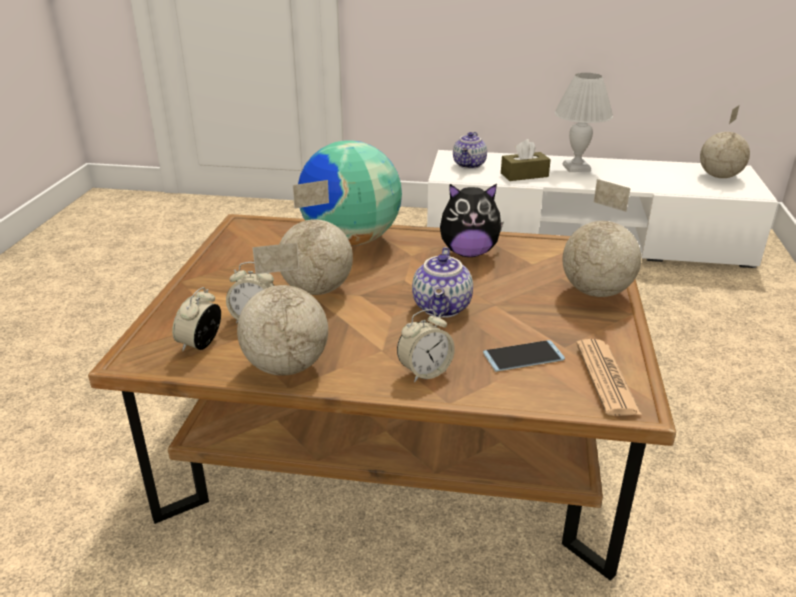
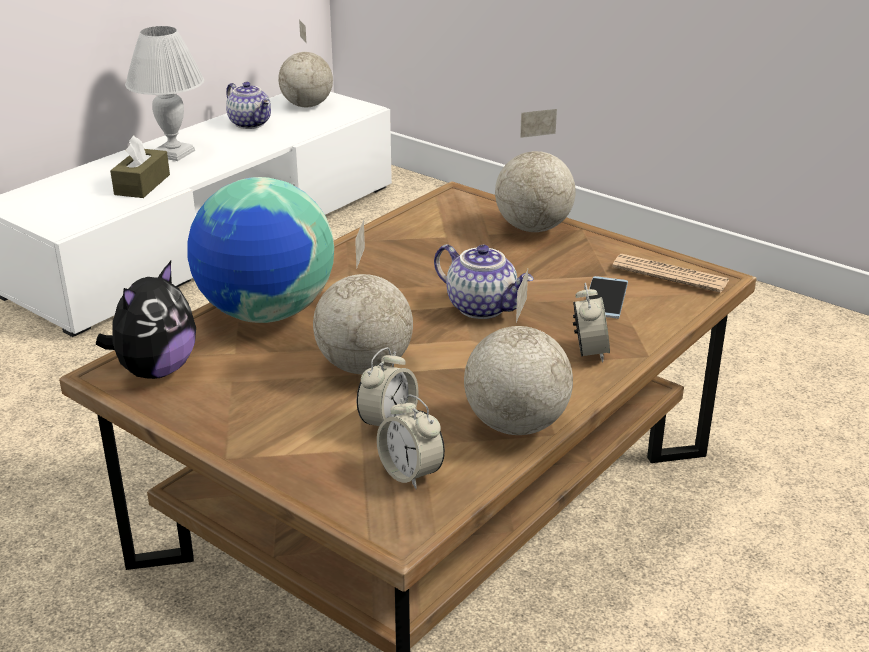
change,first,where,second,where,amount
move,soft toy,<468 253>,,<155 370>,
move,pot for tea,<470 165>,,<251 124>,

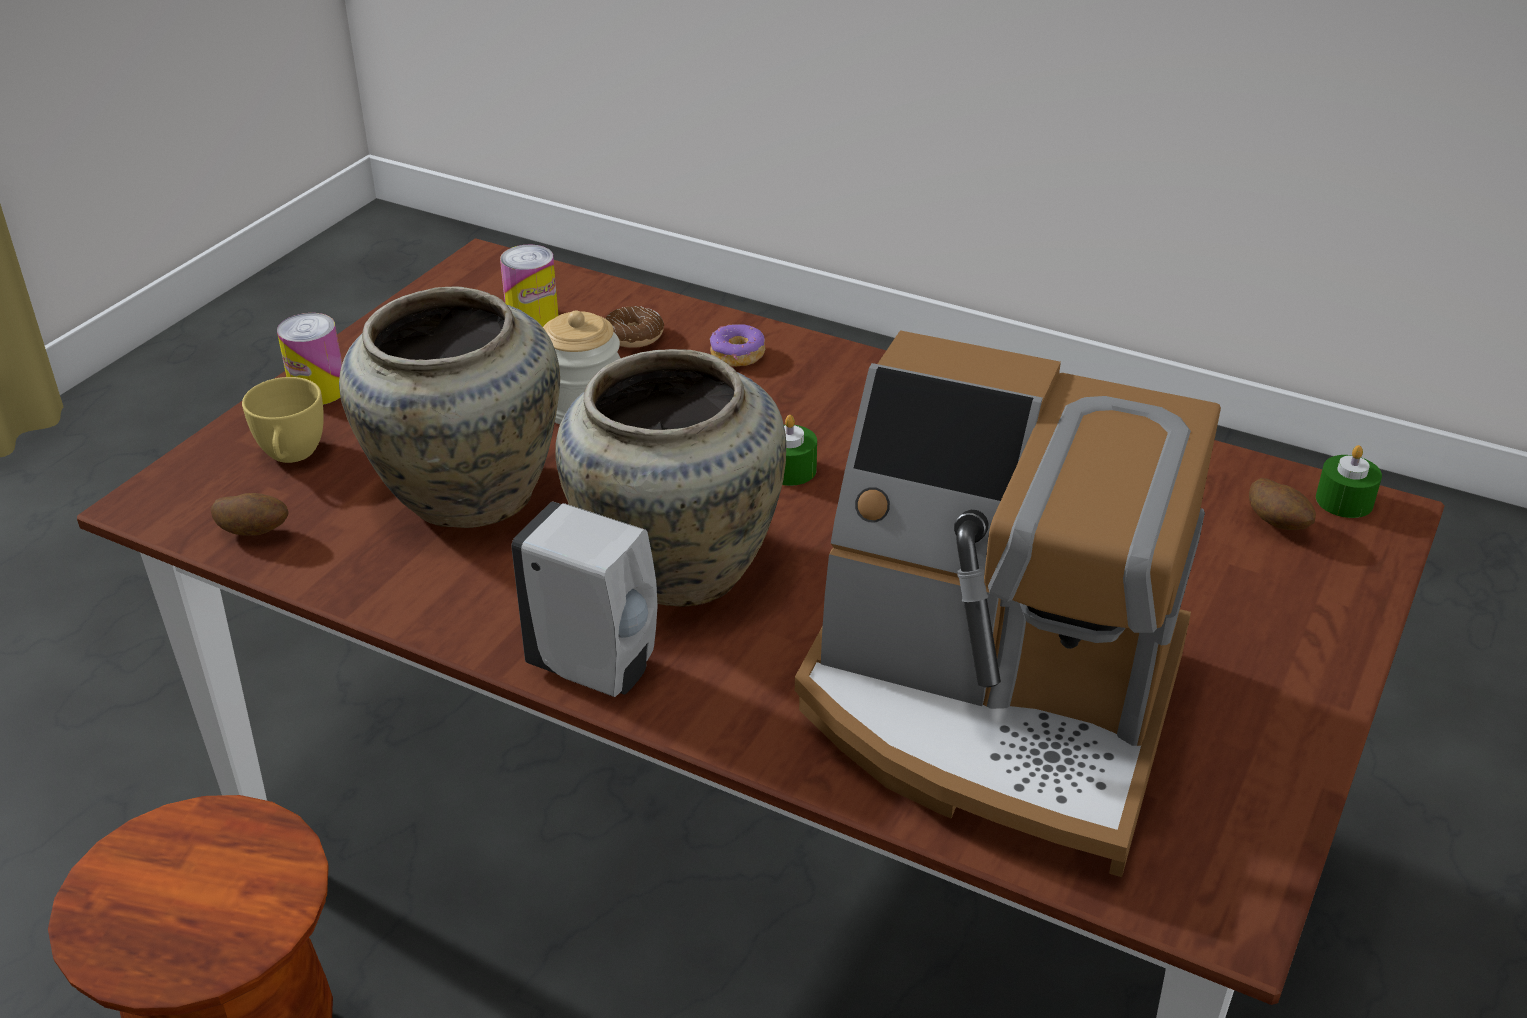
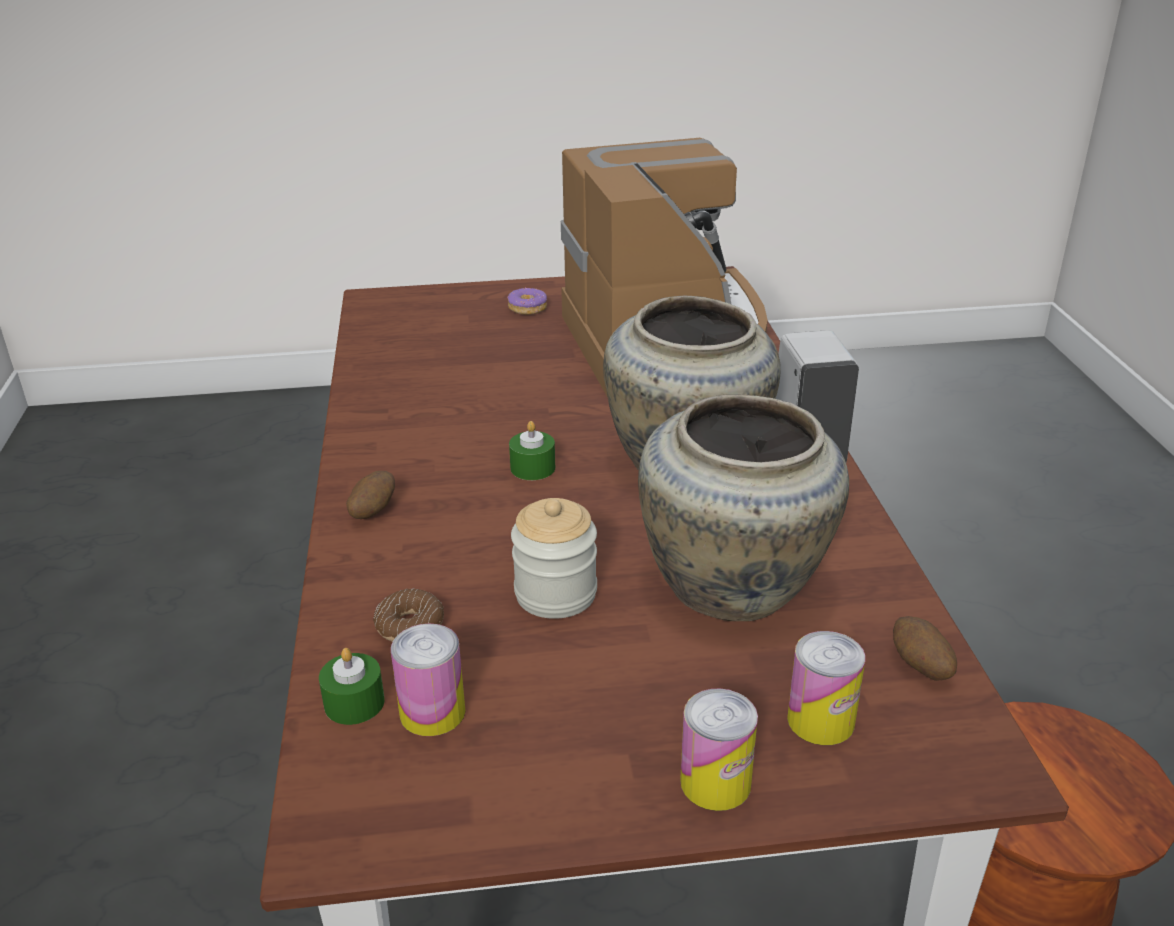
change,first,where,second,where,amount
move,ring doughnut,<737 355>,,<528 308>,
move,whole potato,<1277 525>,,<372 511>,
move,green candle,<1344 501>,,<354 703>,
replace,yellow drinking cup,<291 456>,can,<820 720>,

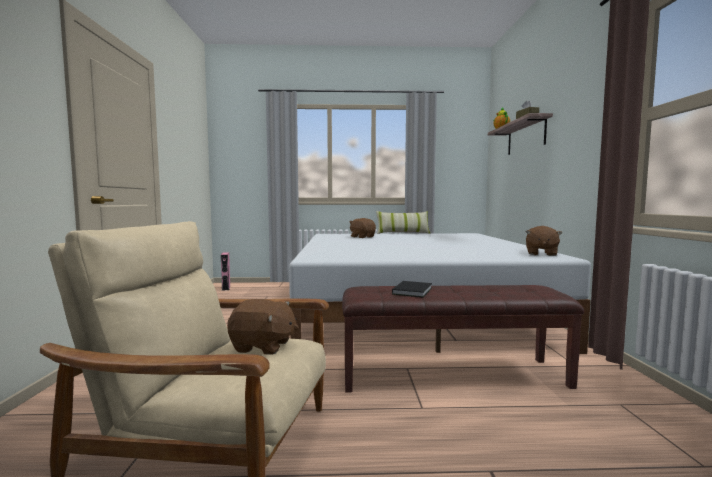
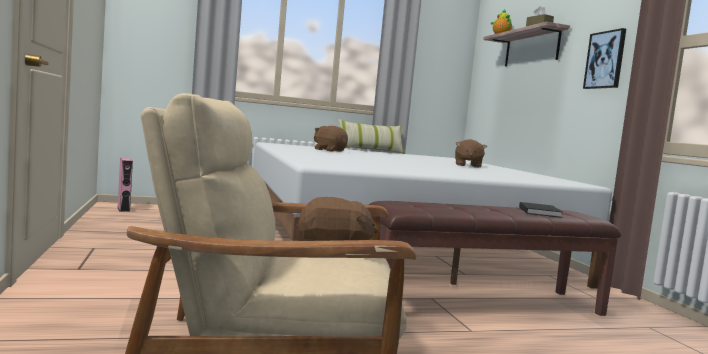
change,first,where,second,where,amount
insert,,,wall art,<605 60>,
move,blackish book,<413 291>,,<540 212>,
move,brownish soft toy,<541 254>,,<467 166>,

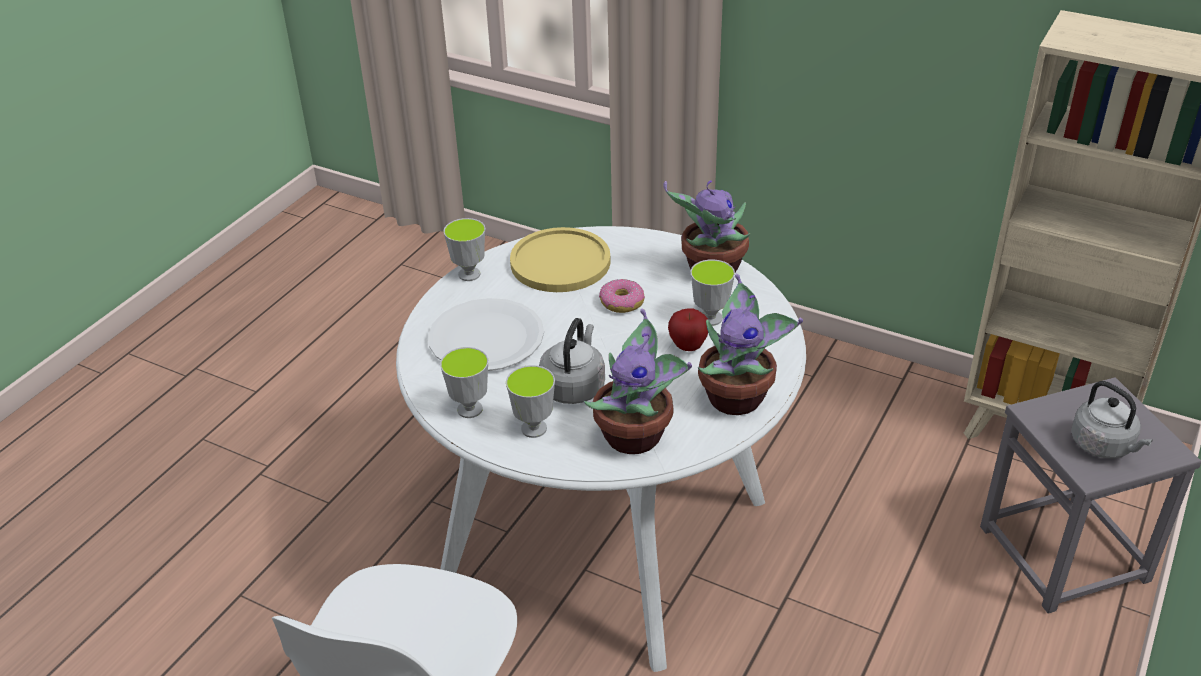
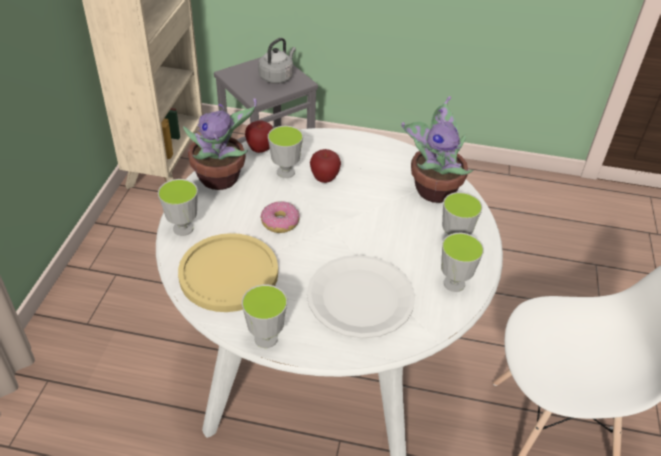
change,first,where,second,where,amount
delete,grey kettle,<574 386>,,,
delete,potted plant,<738 398>,,,
insert,,,drinking cup,<183 228>,
insert,,,whole apple,<260 149>,

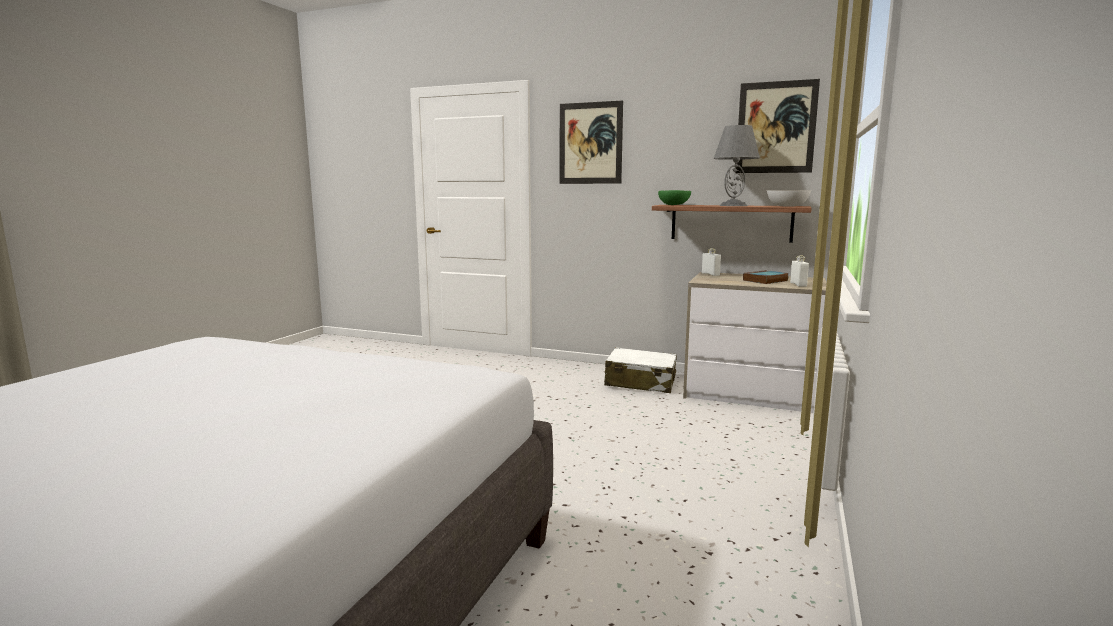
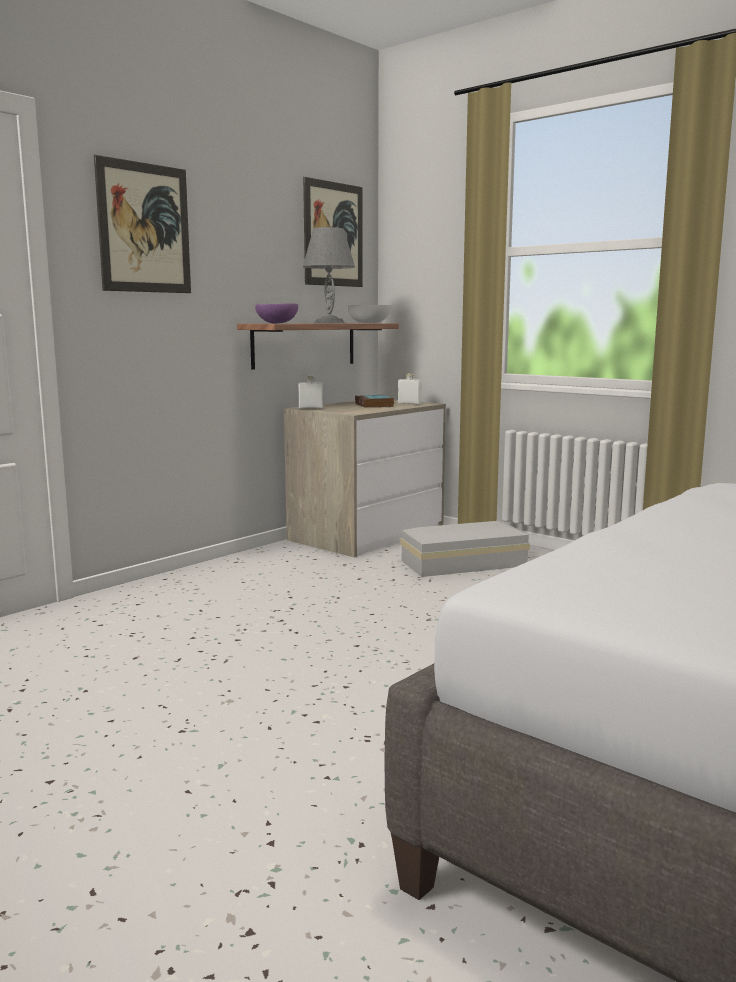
change,first,where,second,where,amount
delete,white suitcase,<640 382>,,,
insert,,,white storage box,<466 563>,
recolor,green deep dish,<674 205>,purple deep dish,<277 323>,

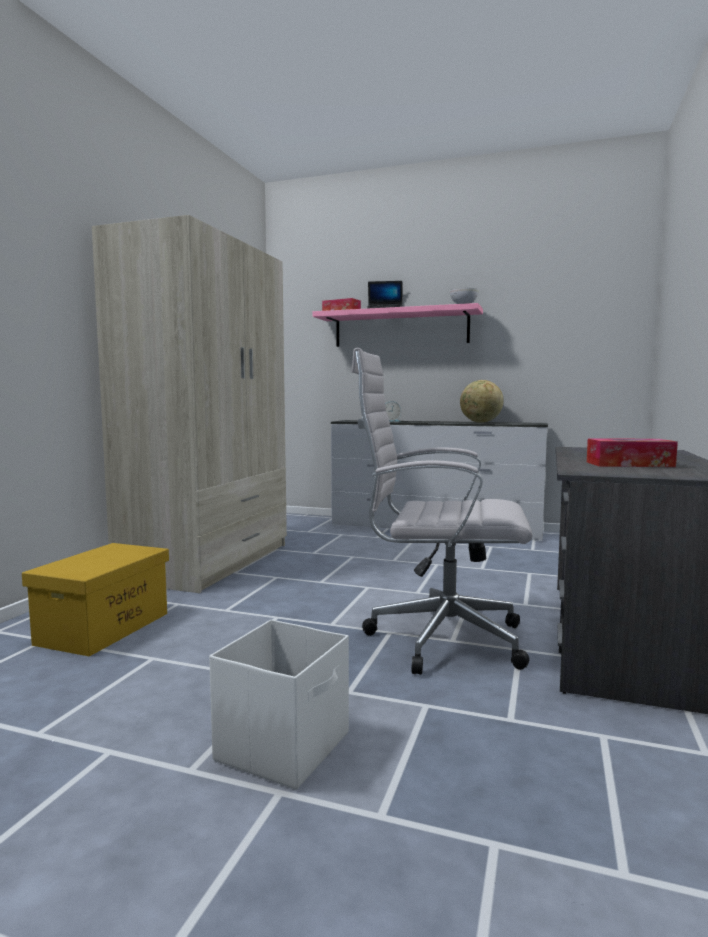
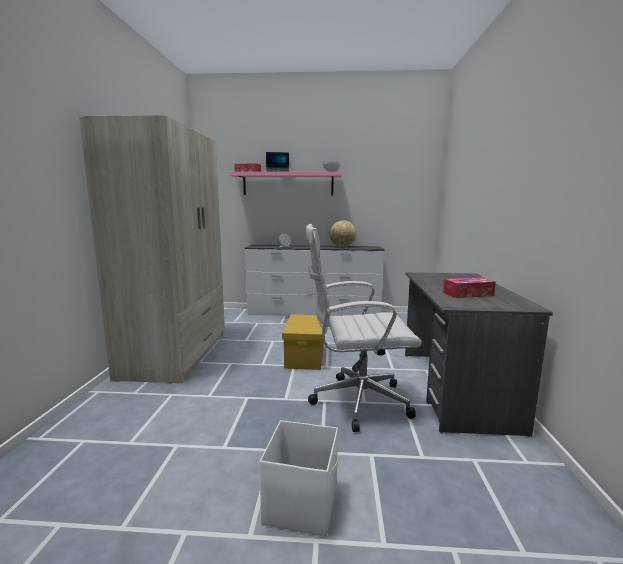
change,first,where,second,where,amount
move,yellow storage box,<104 627>,,<305 356>,

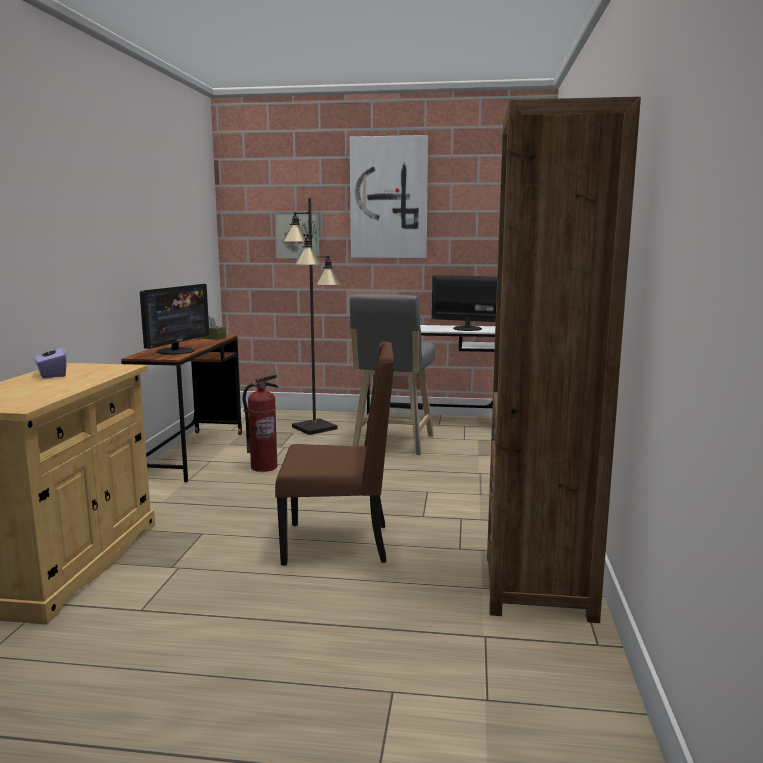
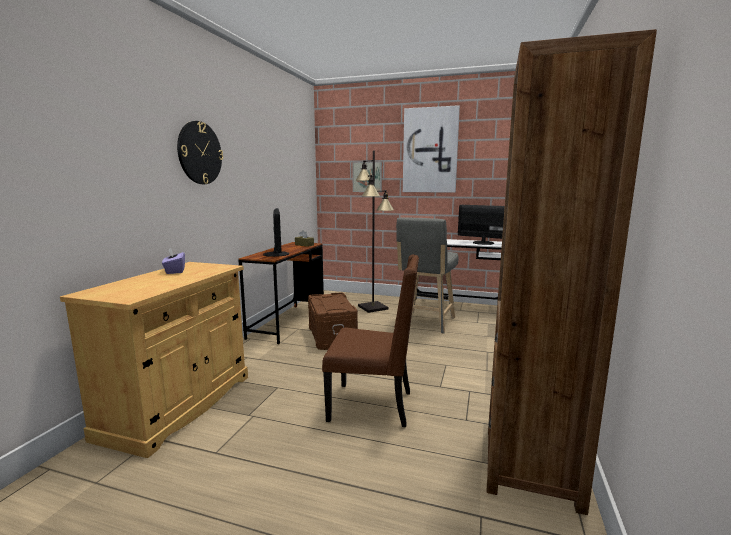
change,first,where,second,where,amount
insert,,,wall clock,<200 153>,
replace,extinguisher,<264 467>,brownish storage box,<332 336>,
rotate,computer screen,<176 351>,,<276 254>,45 degrees counterclockwise

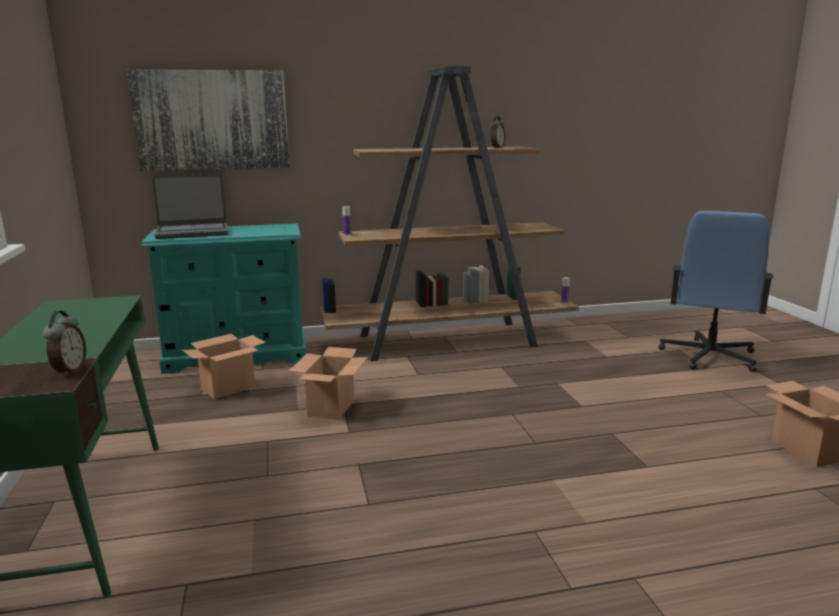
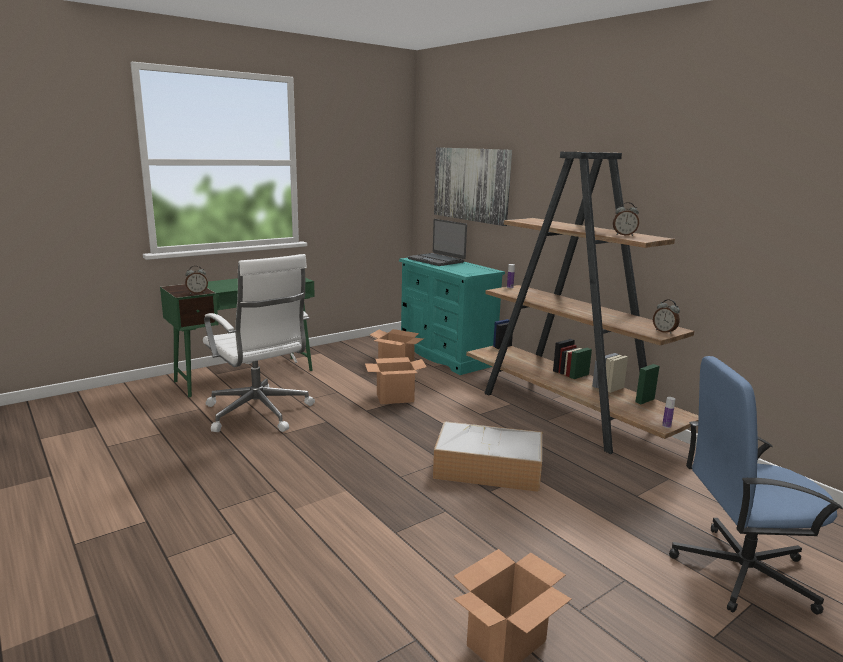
change,first,where,second,where,amount
insert,,,white desk chair,<259 413>,
insert,,,storage box,<486 468>,
insert,,,alarm clock,<664 331>,

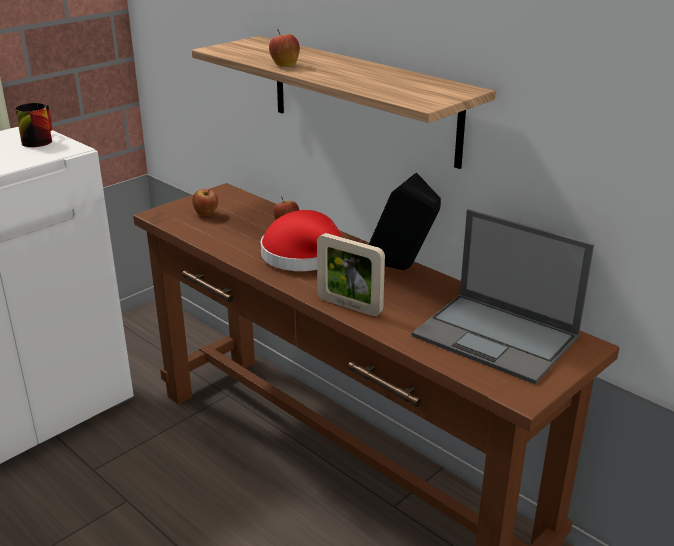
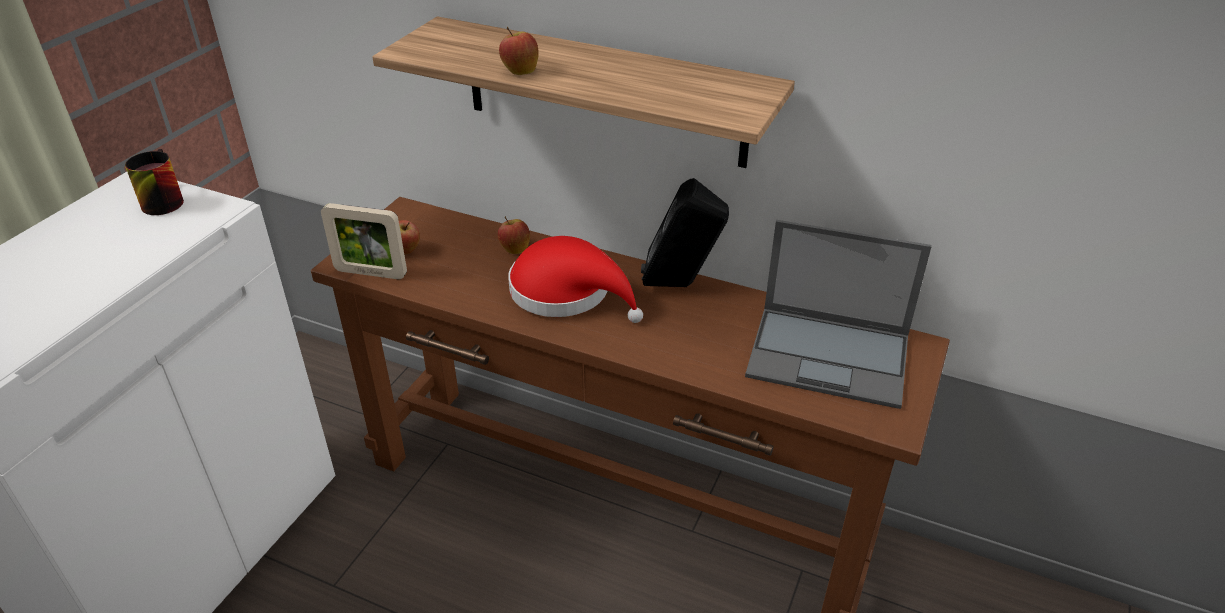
change,first,where,second,where,amount
move,picture frame,<349 306>,,<371 273>,

